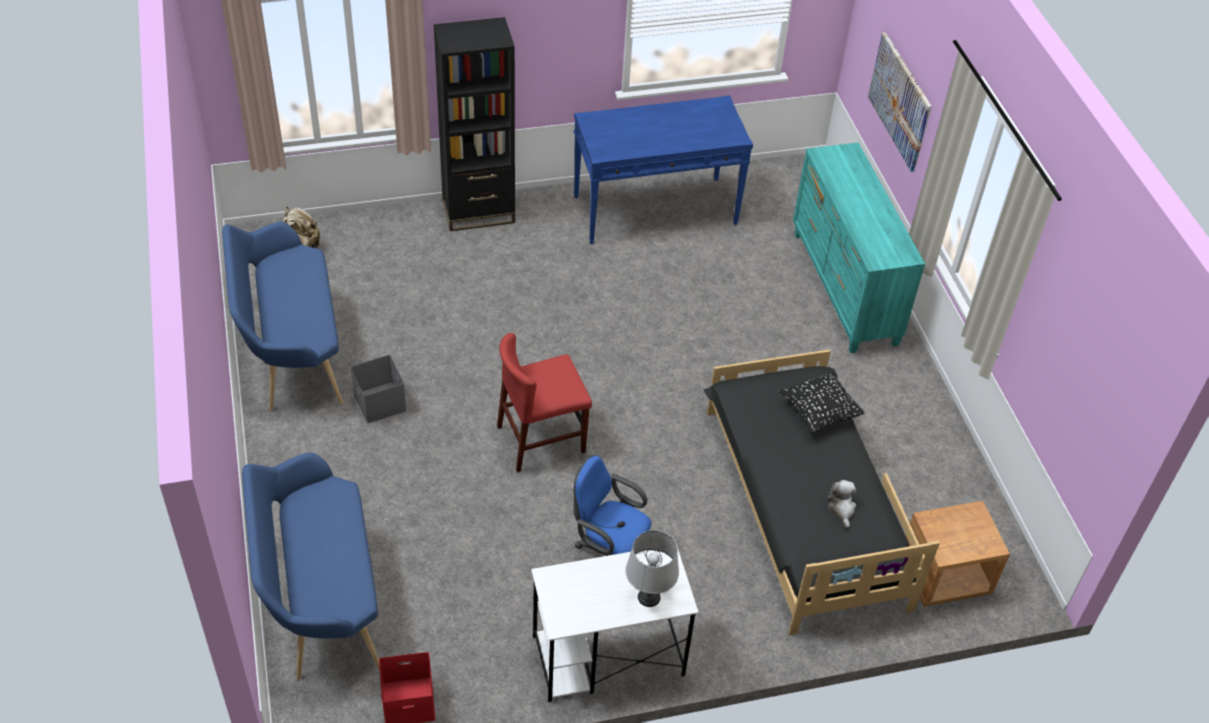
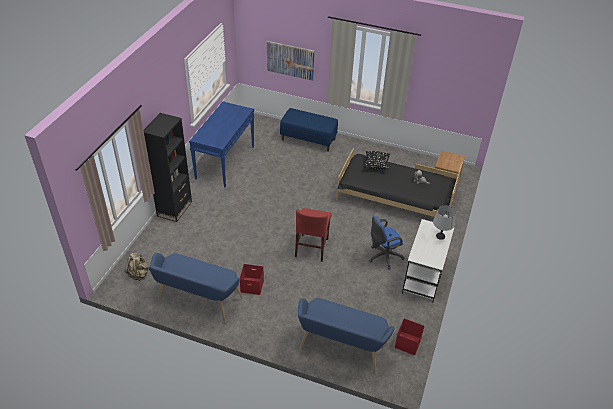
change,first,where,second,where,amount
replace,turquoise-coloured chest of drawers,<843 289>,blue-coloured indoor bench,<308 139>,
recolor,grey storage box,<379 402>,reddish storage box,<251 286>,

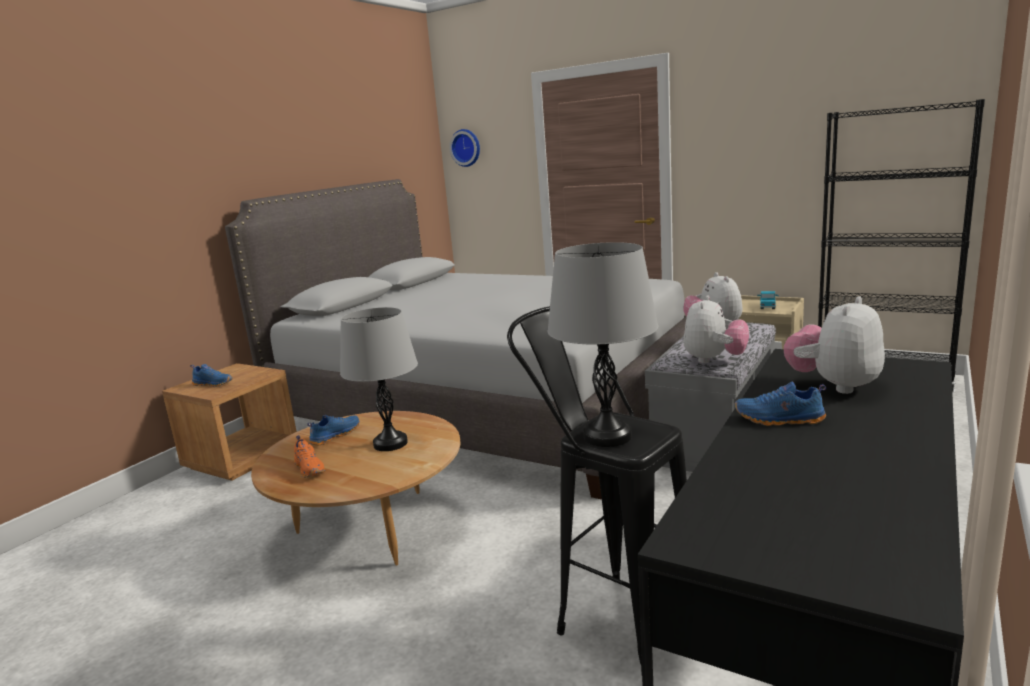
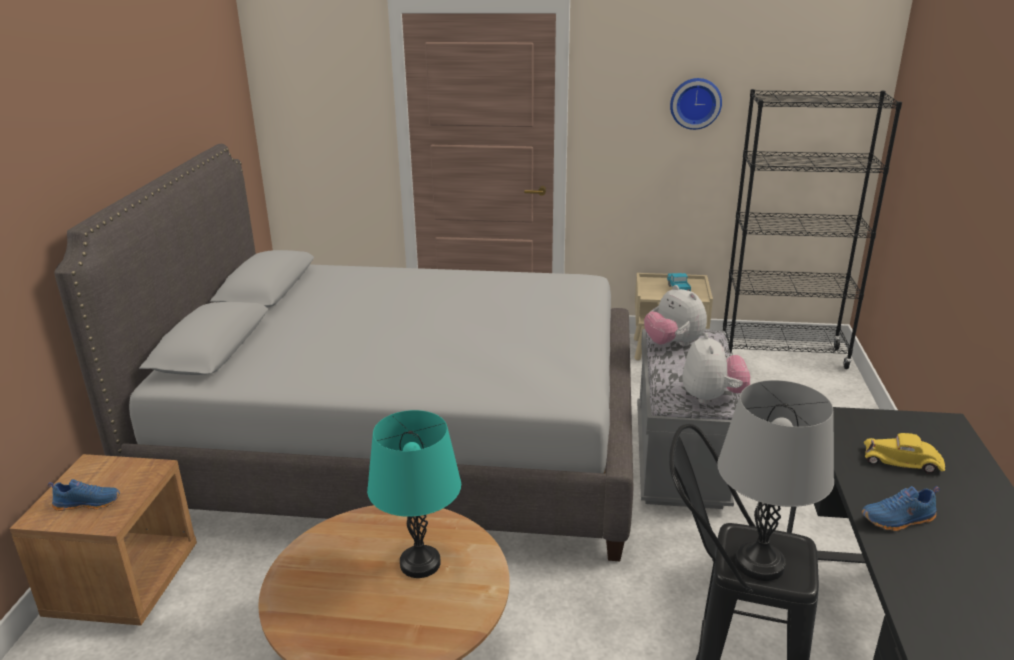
change,first,where,second,where,amount
delete,orange low shoe,<310 469>,,,
delete,blue-coloured low shoe,<334 435>,,,
move,wall clock,<466 148>,,<695 103>,
replace,soft toy,<834 385>,yellow toy car,<902 461>,
recolor,grey table lamp,<390 443>,turquoise-coloured table lamp,<420 563>,

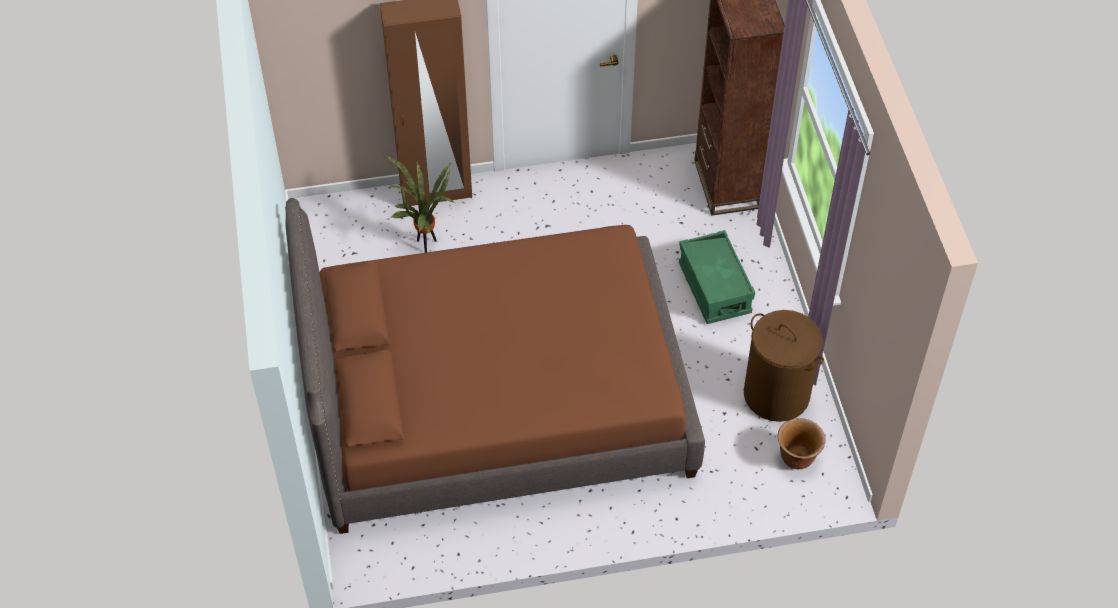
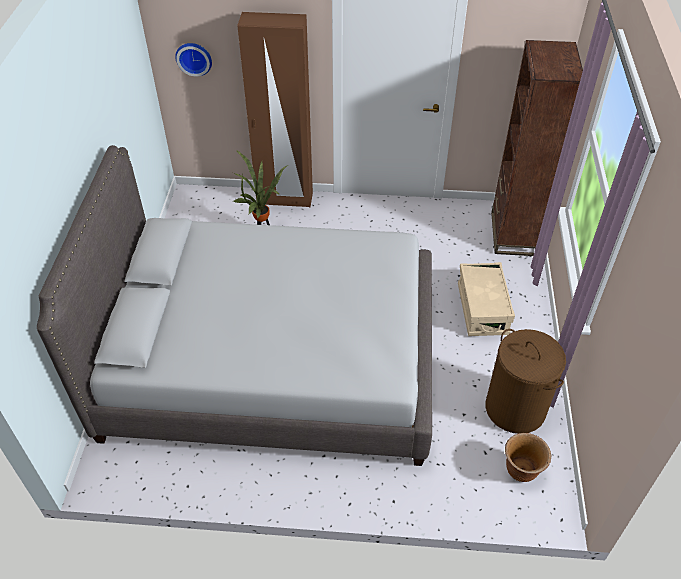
change,first,where,second,where,amount
insert,,,wall clock,<194 58>,
recolor,brownish bed,<496 400>,grey bed,<271 360>,
recolor,green storage box,<714 289>,beige-coloured storage box,<482 309>,

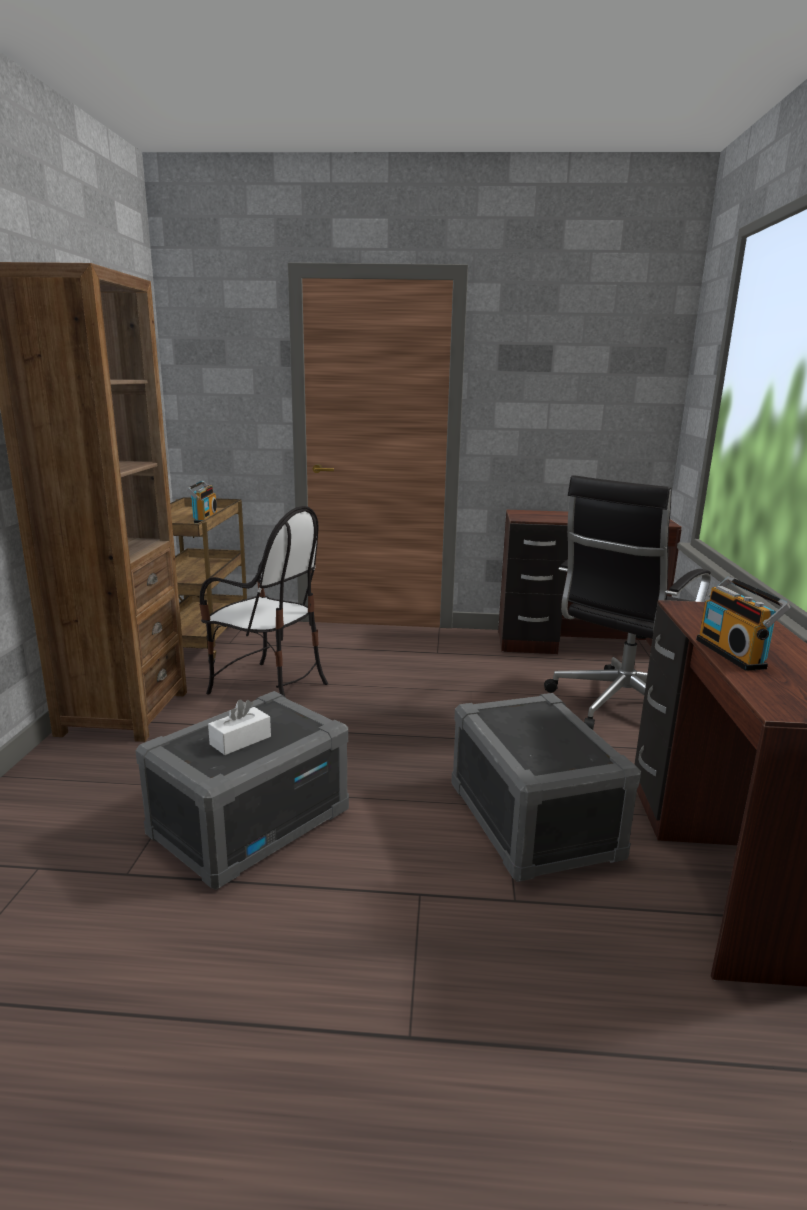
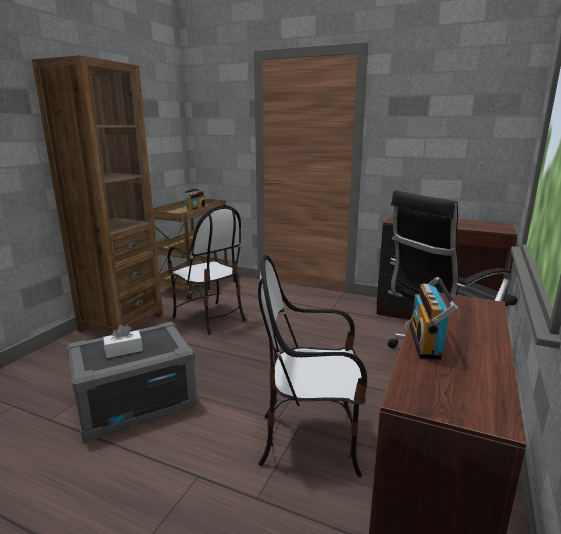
change,first,where,second,where,amount
replace,grey storage box,<531 820>,chair,<311 440>,

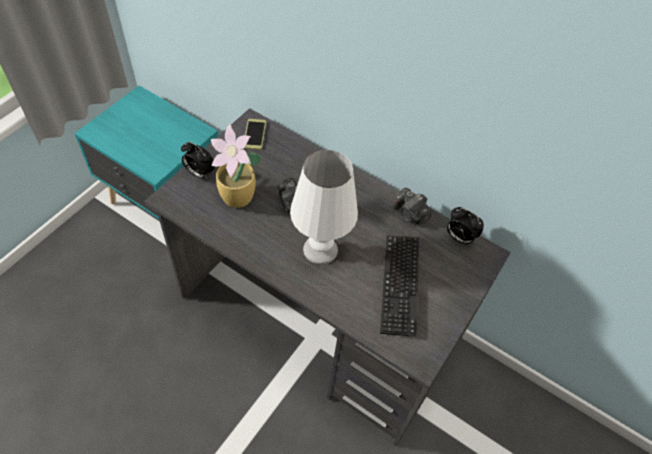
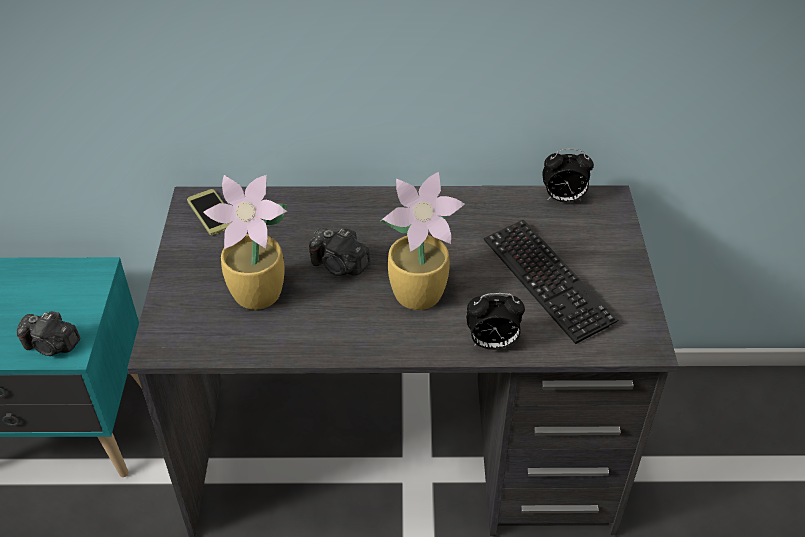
change,first,where,second,where,amount
move,alarm clock,<199 173>,,<492 343>,
move,photo camera,<410 214>,,<52 345>,
replace,white table lamp,<321 249>,potted plant,<421 295>,

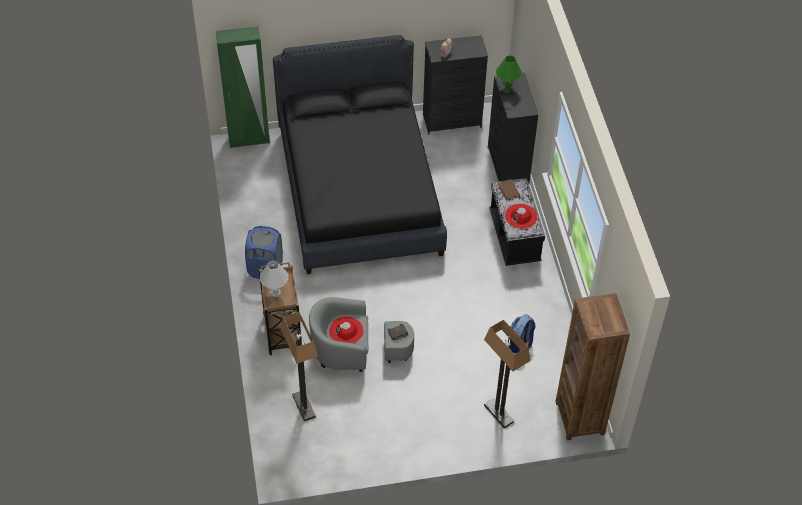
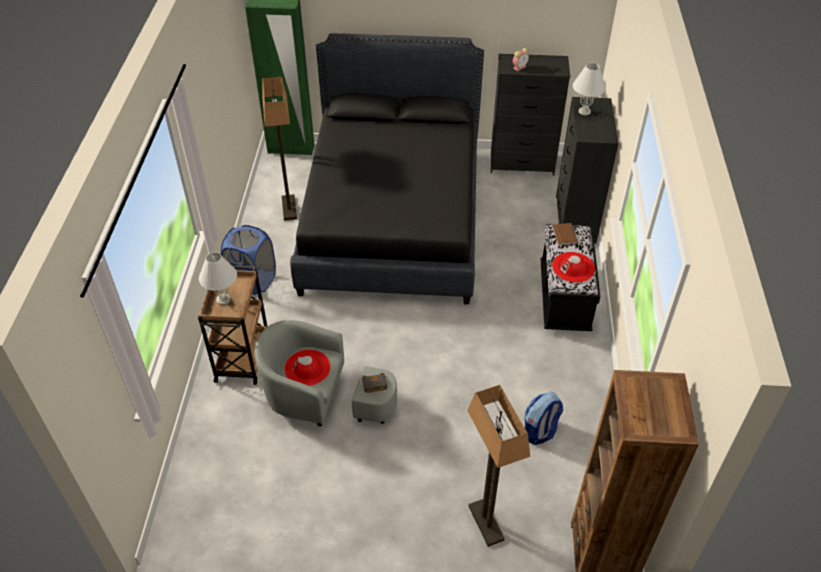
change,first,where,second,where,amount
move,standing lamp,<303 406>,,<289 208>,
recolor,green table lamp,<507 89>,white table lamp,<584 111>,

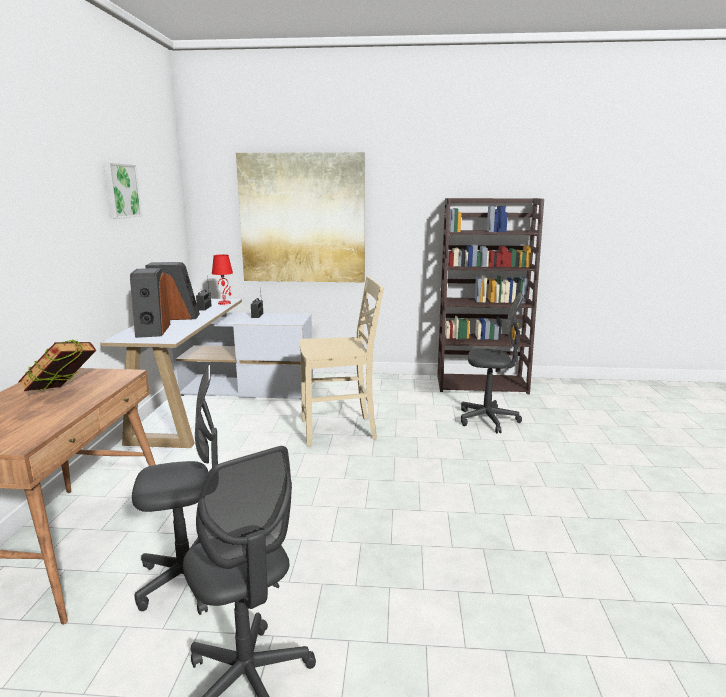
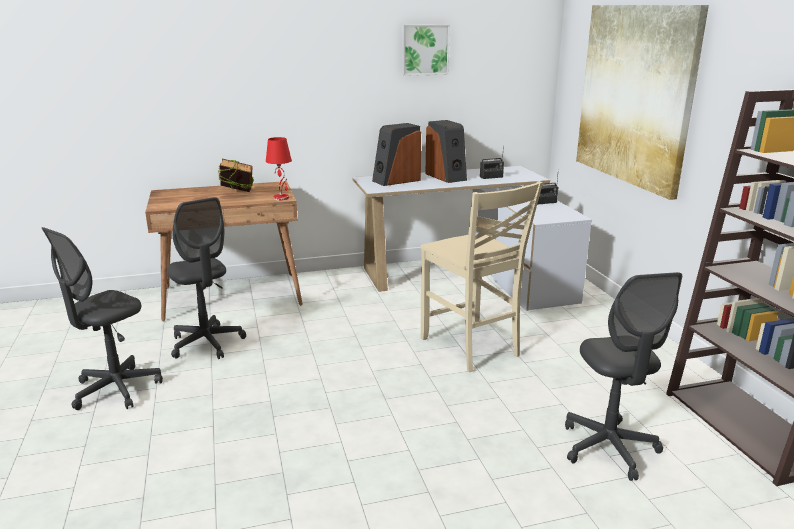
change,first,where,second,where,amount
move,reddish table lamp,<224 303>,,<281 198>,

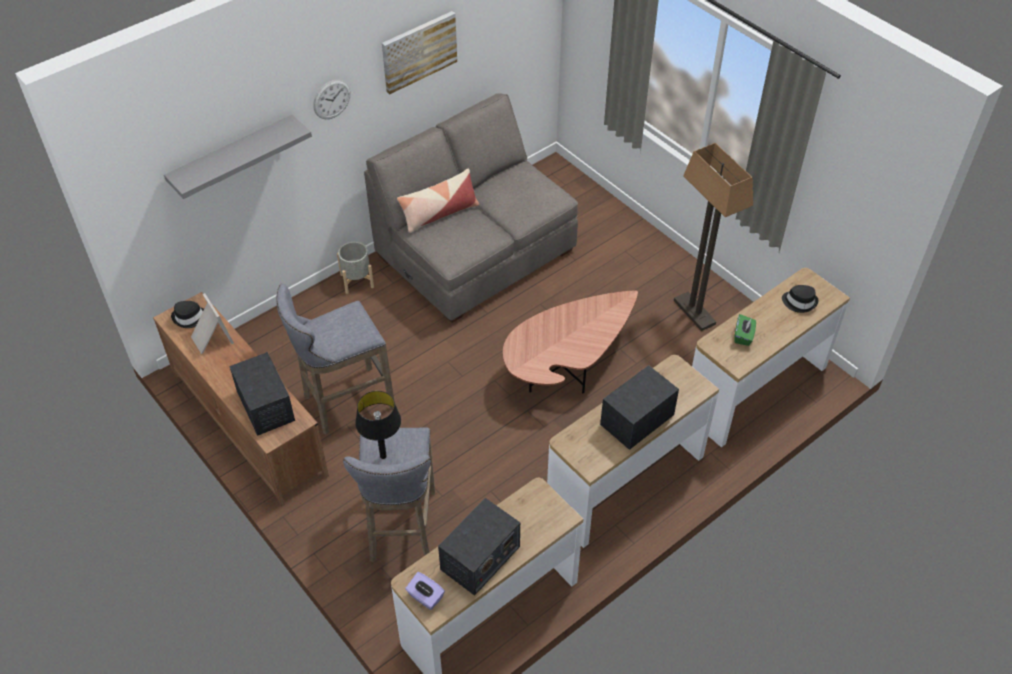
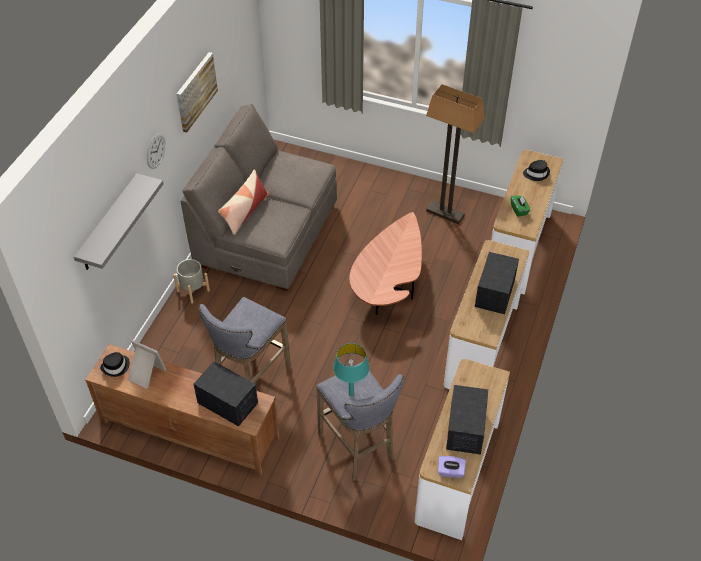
change,first,where,second,where,amount
recolor,blackish table lamp,<383 456>,turquoise-coloured table lamp,<351 394>,

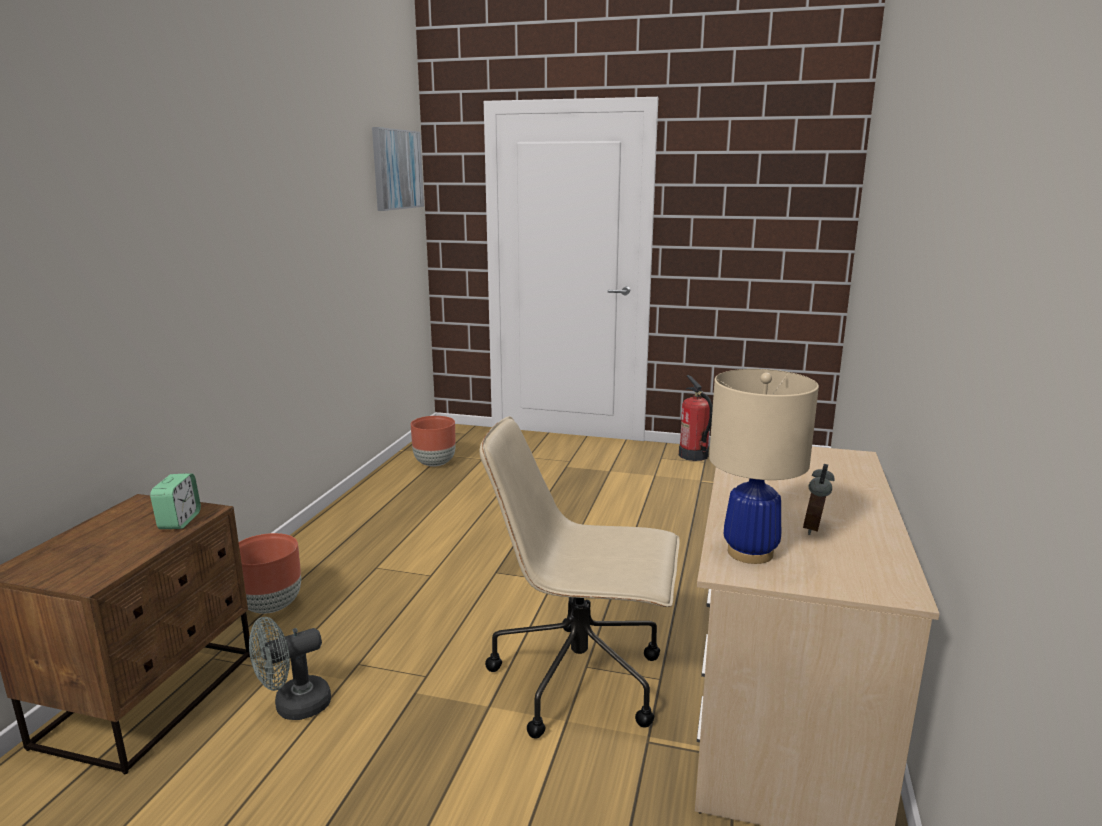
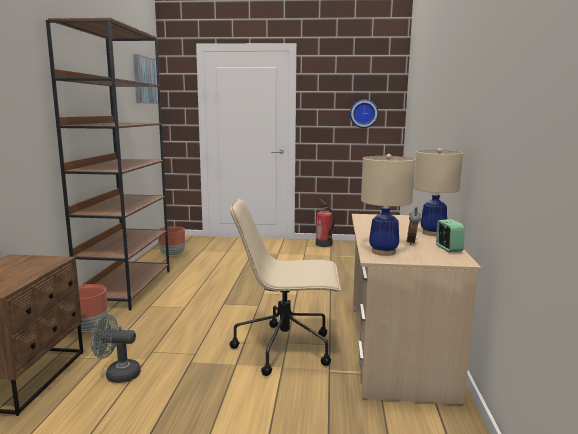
change,first,where,second,where,amount
insert,,,brownish bookshelf,<126 287>,
insert,,,wall clock,<363 113>,
insert,,,beige-coloured table lamp,<432 233>,
move,alarm clock,<179 521>,,<448 249>,
rotate,grey fan,<293 707>,,<117 374>,45 degrees clockwise

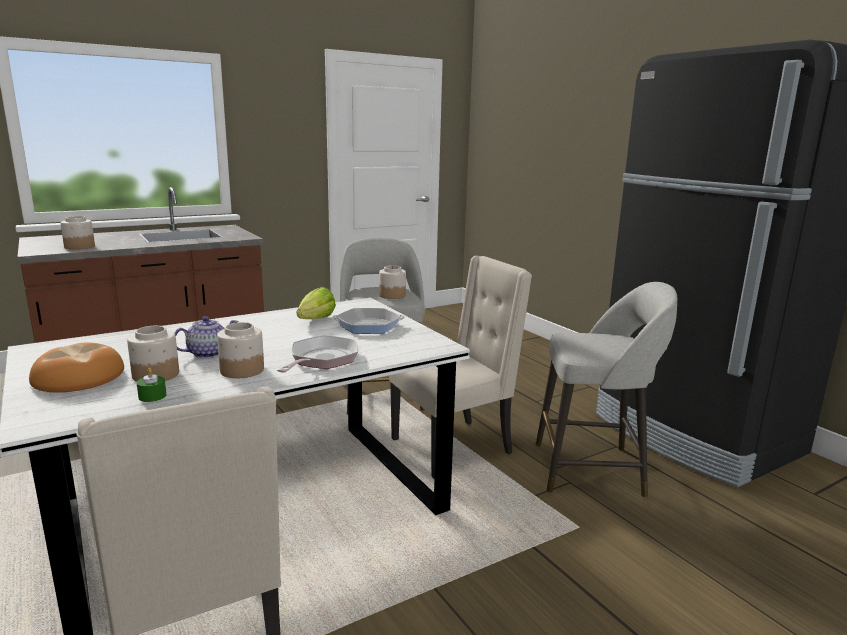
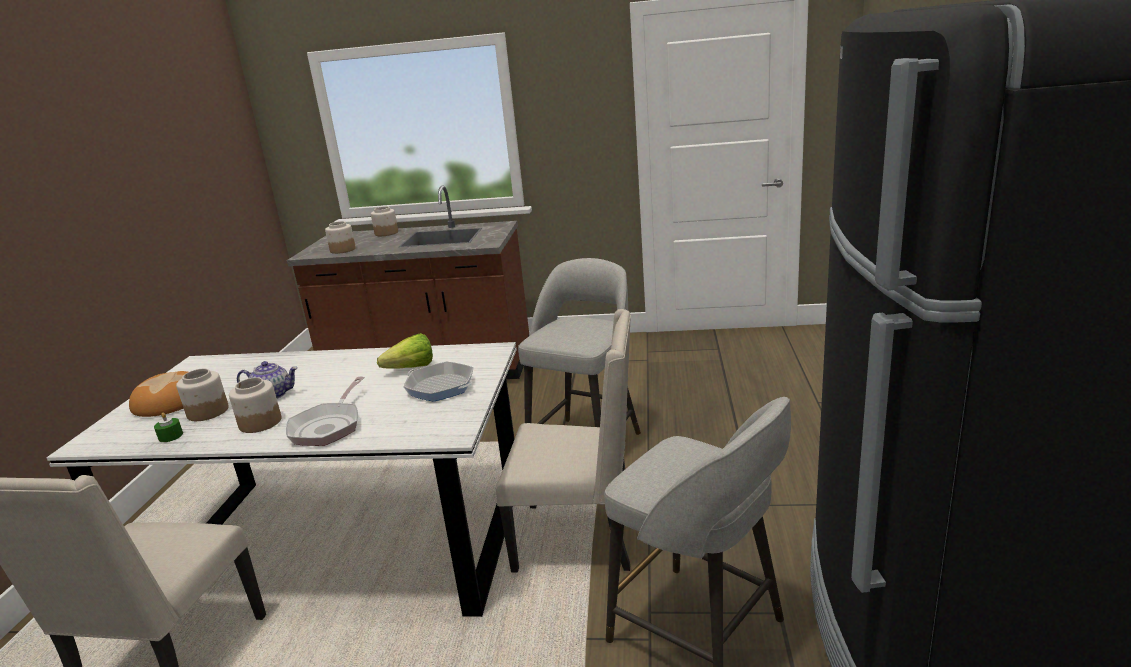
change,first,where,second,where,amount
move,preserve jar,<392 295>,,<386 233>,
rotate,frying pan,<321 360>,,<328 426>,135 degrees clockwise

